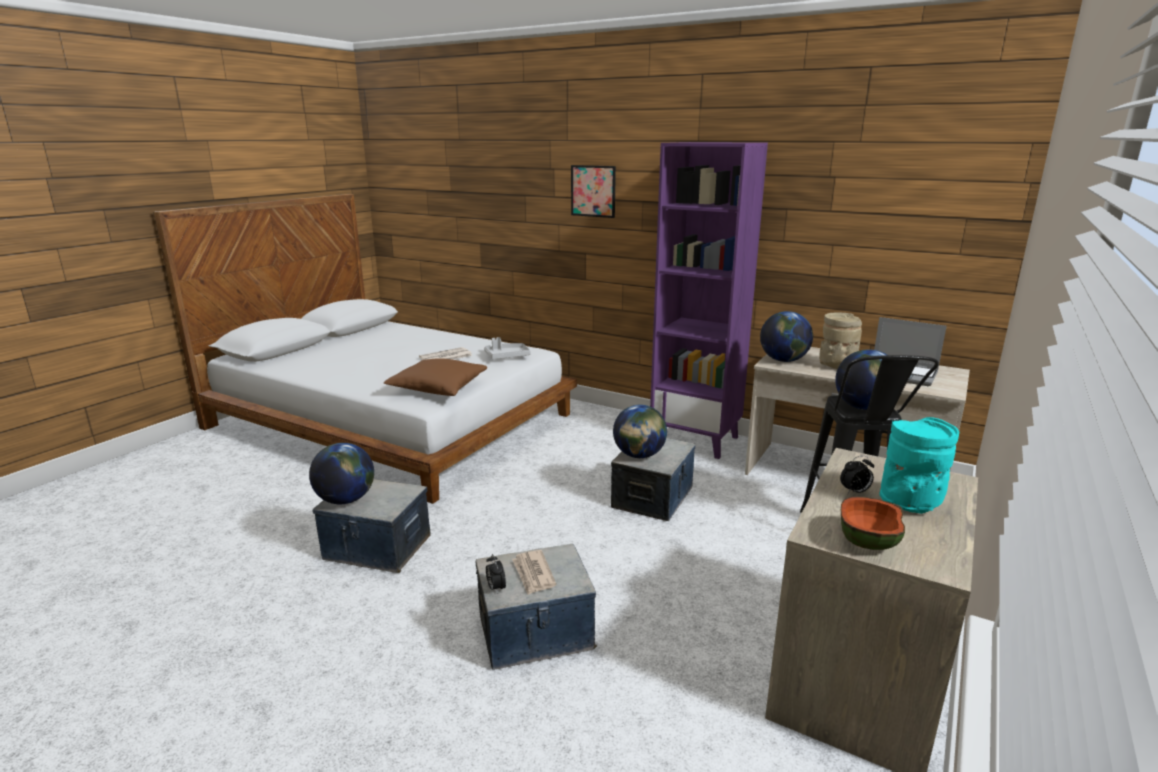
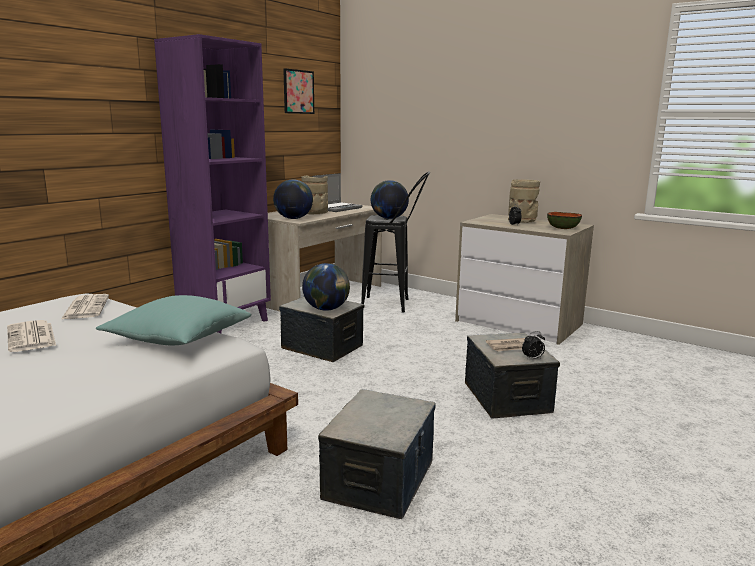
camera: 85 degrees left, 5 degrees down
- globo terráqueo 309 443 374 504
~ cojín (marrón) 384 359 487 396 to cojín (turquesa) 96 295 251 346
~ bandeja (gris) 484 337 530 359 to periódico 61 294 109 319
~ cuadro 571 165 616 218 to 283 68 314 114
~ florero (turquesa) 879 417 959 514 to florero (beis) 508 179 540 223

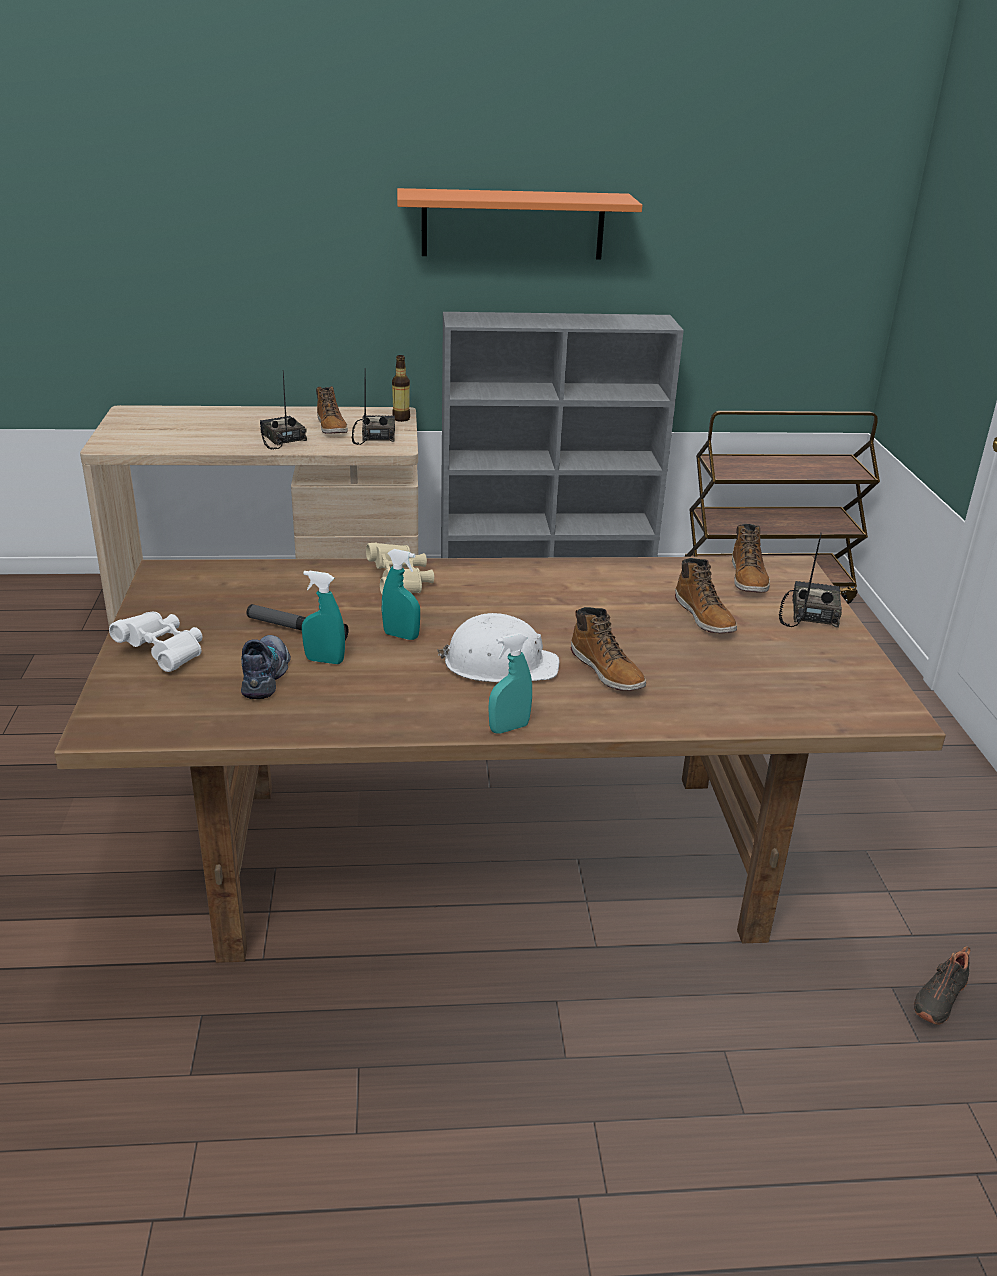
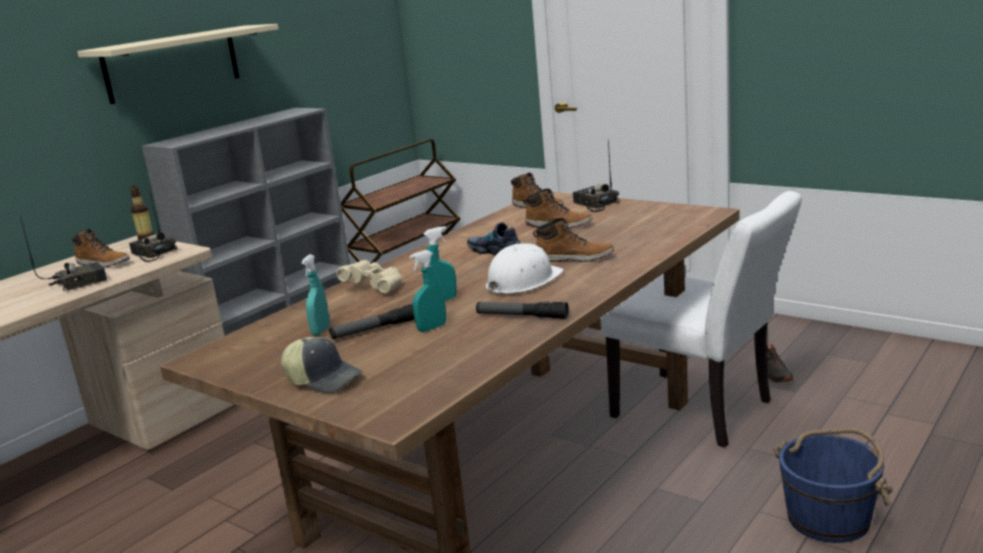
camera: 45 degrees left, 10 degrees down
~ prismáticos (blanco) 109 612 202 672 to gorra 281 337 362 393
~ zapato 241 635 291 699 to 467 222 521 255
~ radio 260 370 307 449 = 20 216 107 291 135 degrees clockwise
~ estante (naranja) 397 188 642 260 to estante (beis) 77 24 278 104
~ pulverizador (turquesa) 488 633 532 734 to 301 254 330 336
+ linterna 476 301 568 319
+ silla (blanco) 601 191 802 447
+ cubo (azul) 773 428 893 543

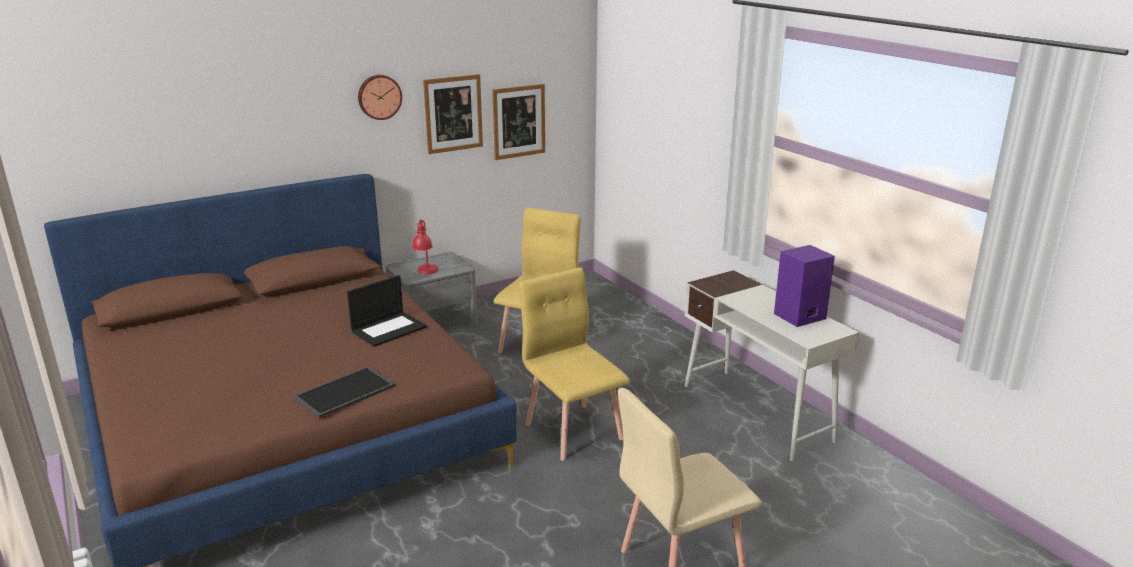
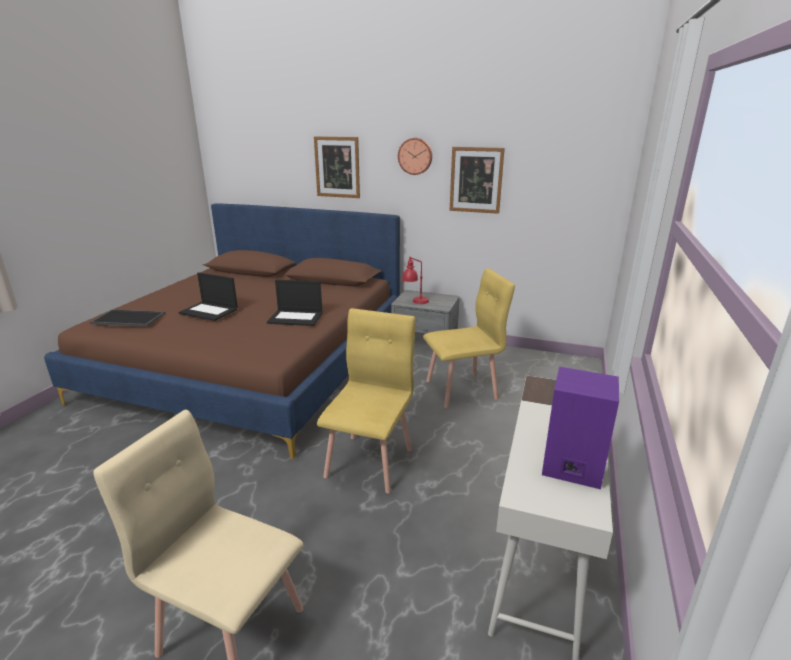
camera: 50 degrees right, 0 degrees up
~ bandeja 294 367 395 418 to 90 309 165 327
~ cuadro 492 84 545 160 to 314 136 360 198
+ portátil 179 272 238 321

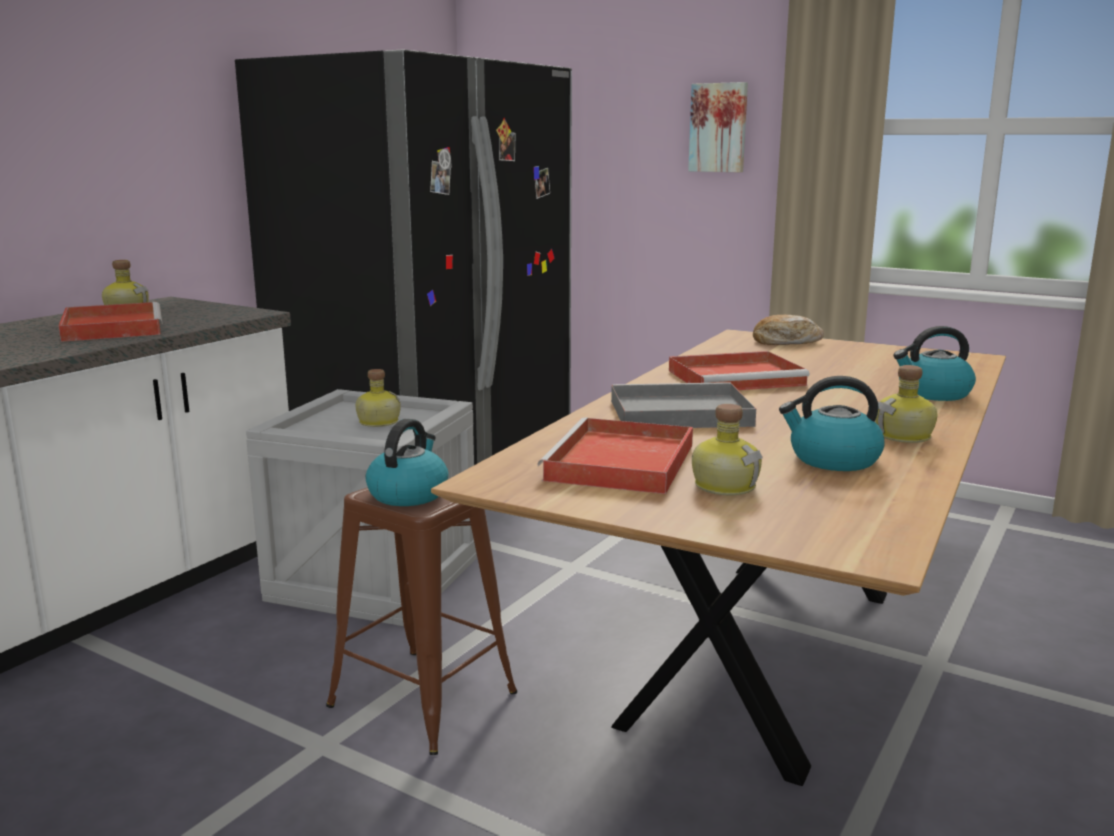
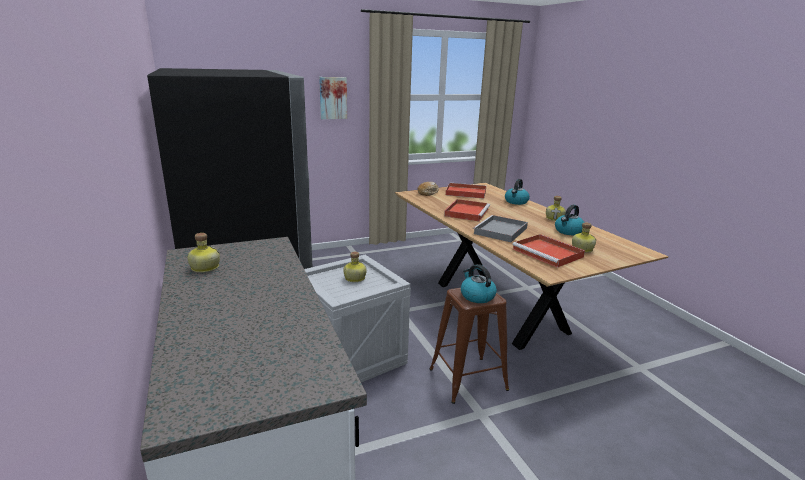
camera: 55 degrees left, 5 degrees up
~ bandeja (rojo) 59 302 163 342 to 446 183 486 199

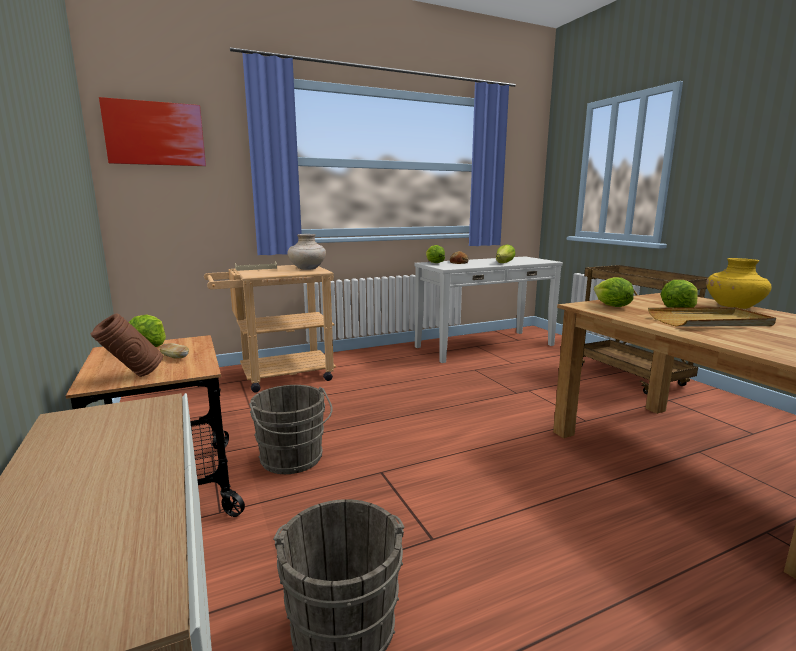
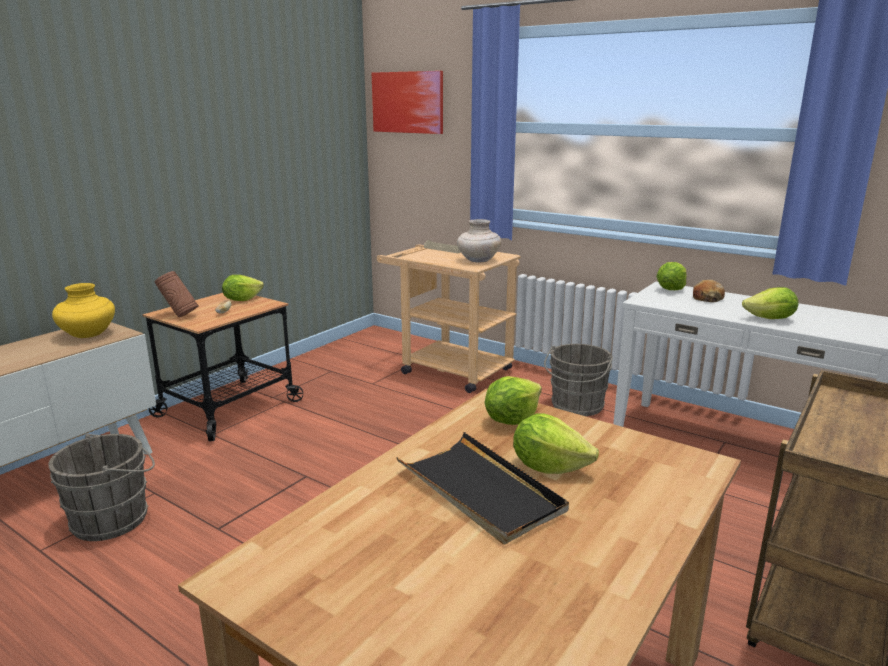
camera: 60 degrees right, 5 degrees up
~ cubo (gris) 249 385 332 474 to 544 344 613 416
~ bandeja (beis) 648 307 776 327 to bandeja (negro) 397 432 569 544
~ florero (amarillo) 706 258 772 309 to 52 283 115 338

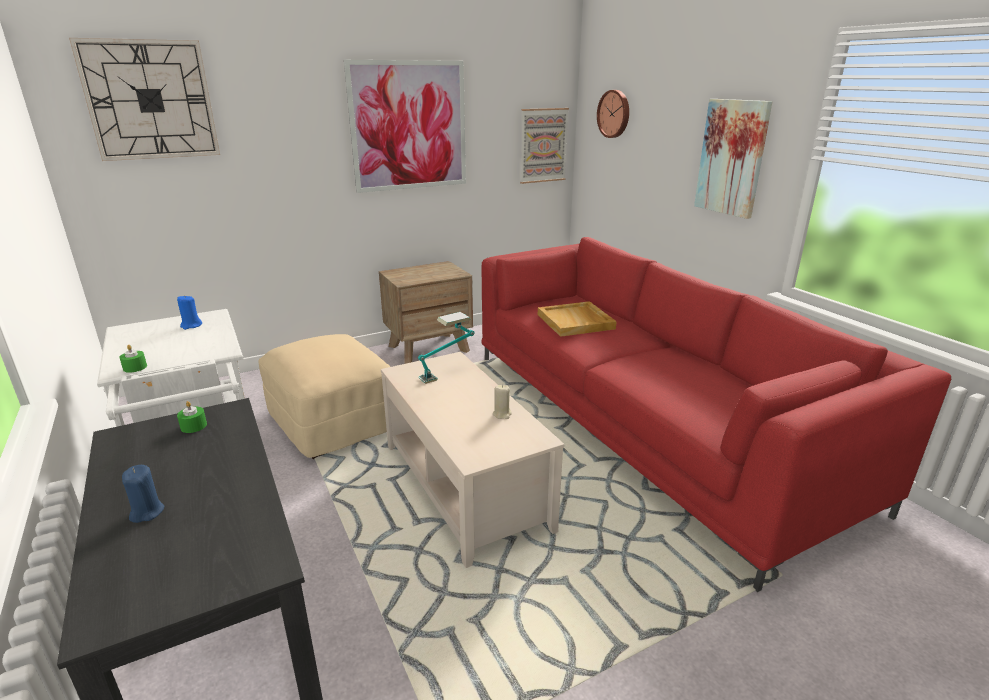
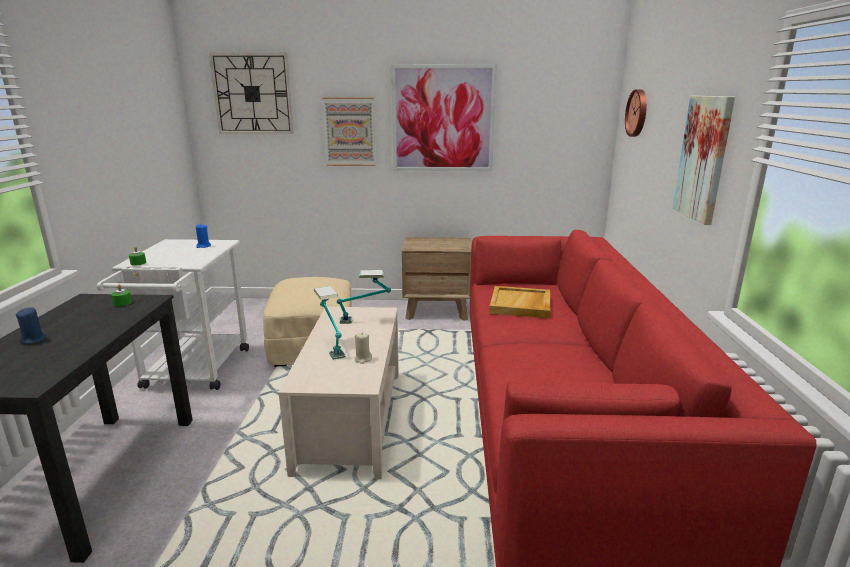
camera: 30 degrees right, 5 degrees down
~ cuadro 520 108 569 184 to 322 97 376 166
+ lámpara de mesa 314 286 346 360

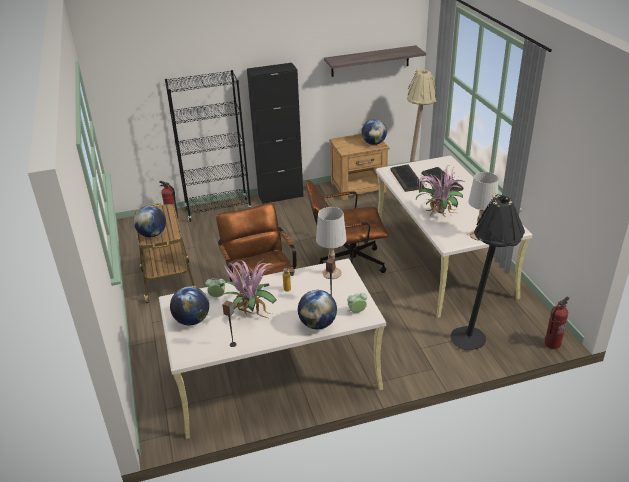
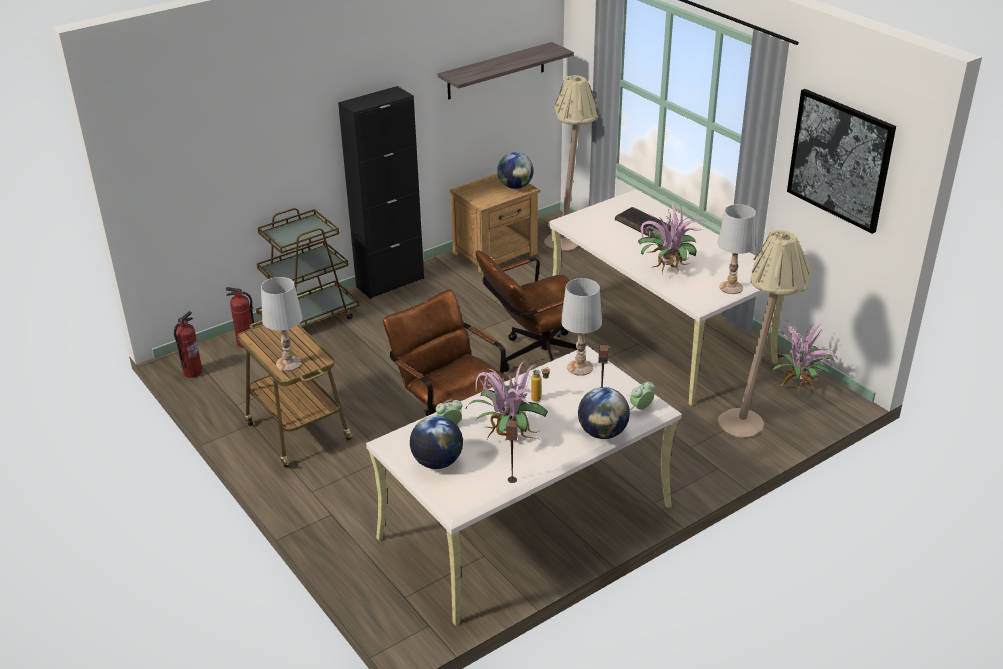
camera: 20 degrees left, 0 degrees up
~ globo terráqueo 134 206 166 237 to lámpara de mesa (blanco) 261 277 302 371
~ estantería (negro) 165 70 252 222 to carrito (marrón) 256 208 360 337
- teclado 390 165 424 192
~ lámpara de pie (negro) 451 194 525 350 to lámpara de pie (beis) 718 230 811 438
~ extintor 545 297 569 349 to 174 311 202 378
+ planta en maceta 772 321 838 396
+ cuadro 787 89 896 234

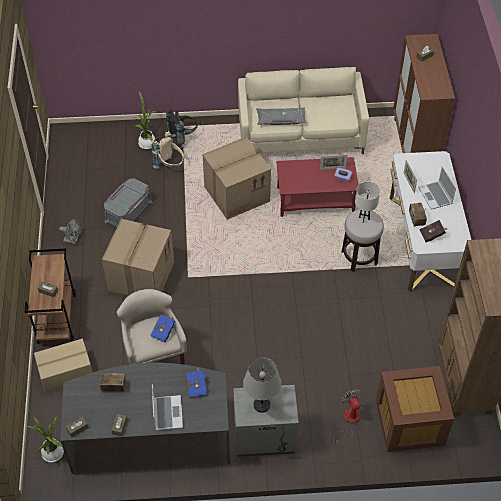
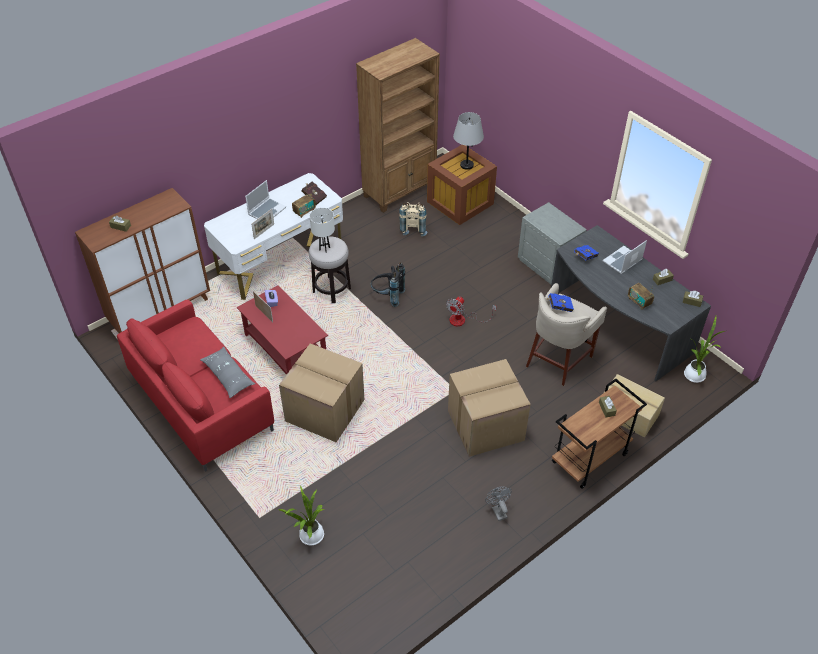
camera: 125 degrees left, 5 degrees down
- caja de almacenaje (gris) 104 178 153 227
~ mochila (beis) 151 130 184 169 to 399 202 427 237
~ mochila (negro) 166 109 198 148 to 370 262 405 307
~ sofá (beis) 238 67 369 154 to sofá (rojo) 117 300 274 472
~ lámpara de mesa (gris) 243 358 282 413 to 453 112 484 170
~ ventilador 334 389 361 444 to 446 296 496 326

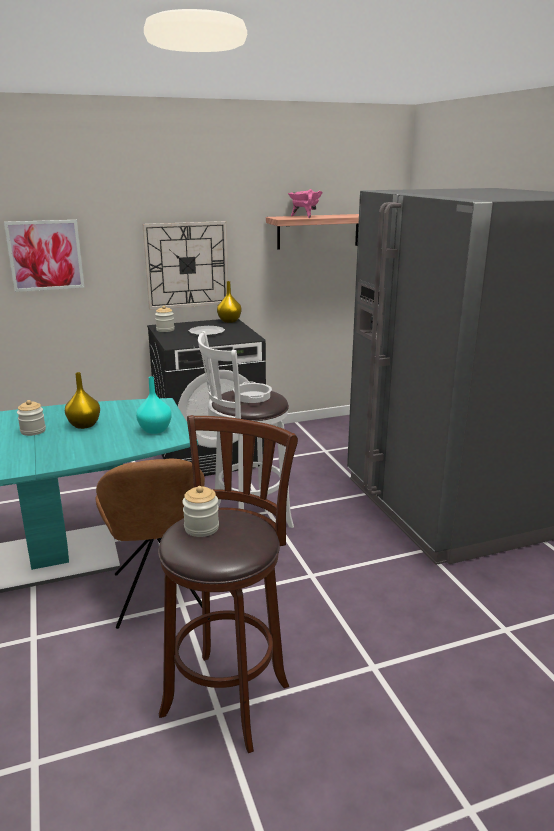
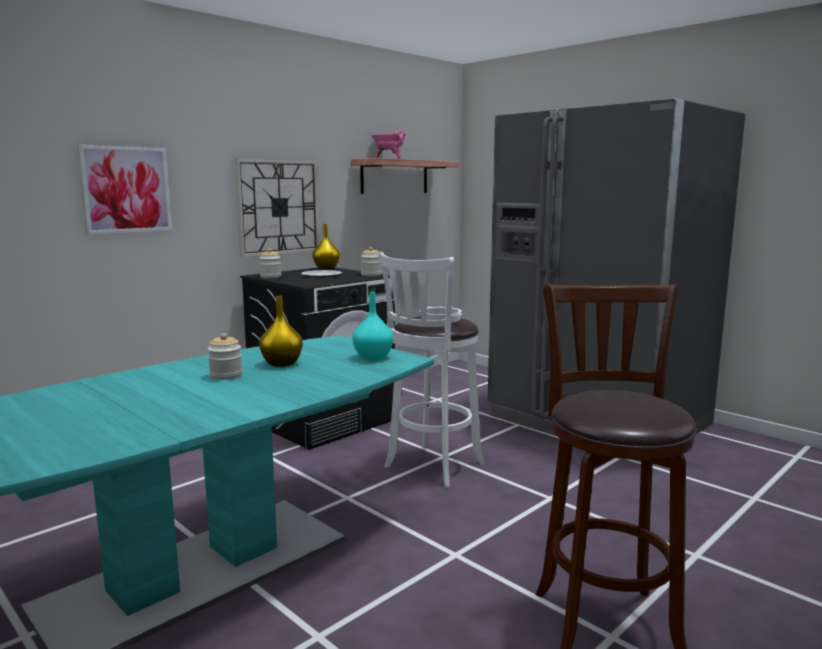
camera: 25 degrees left, 10 degrees down
- silla (marrón) 96 459 205 629
~ tarro 182 486 219 537 to 361 247 382 276

